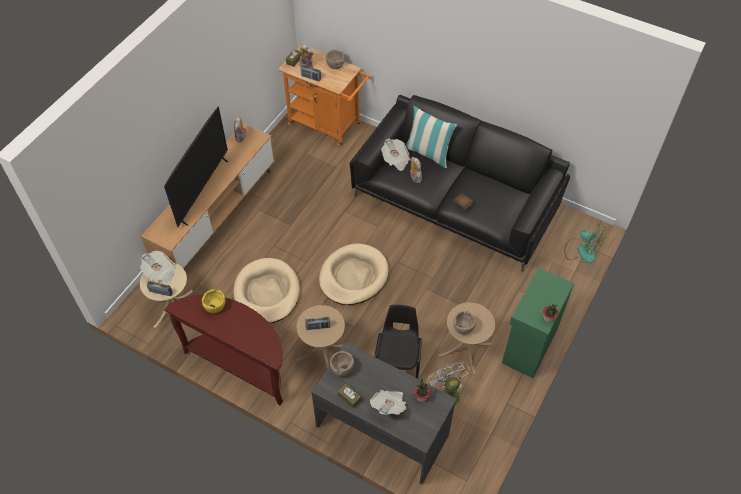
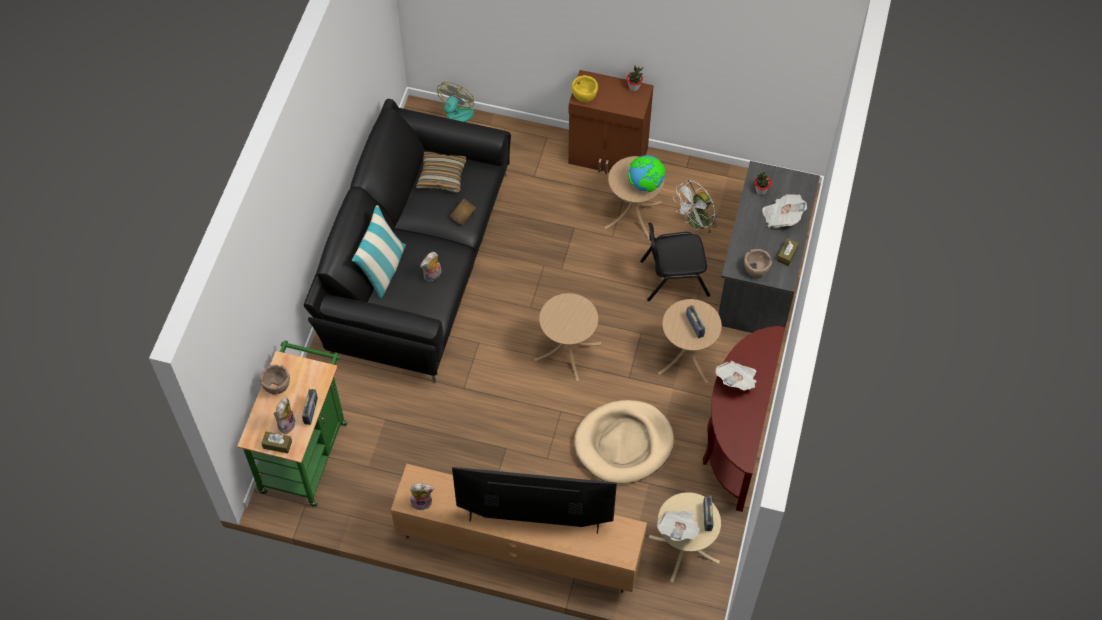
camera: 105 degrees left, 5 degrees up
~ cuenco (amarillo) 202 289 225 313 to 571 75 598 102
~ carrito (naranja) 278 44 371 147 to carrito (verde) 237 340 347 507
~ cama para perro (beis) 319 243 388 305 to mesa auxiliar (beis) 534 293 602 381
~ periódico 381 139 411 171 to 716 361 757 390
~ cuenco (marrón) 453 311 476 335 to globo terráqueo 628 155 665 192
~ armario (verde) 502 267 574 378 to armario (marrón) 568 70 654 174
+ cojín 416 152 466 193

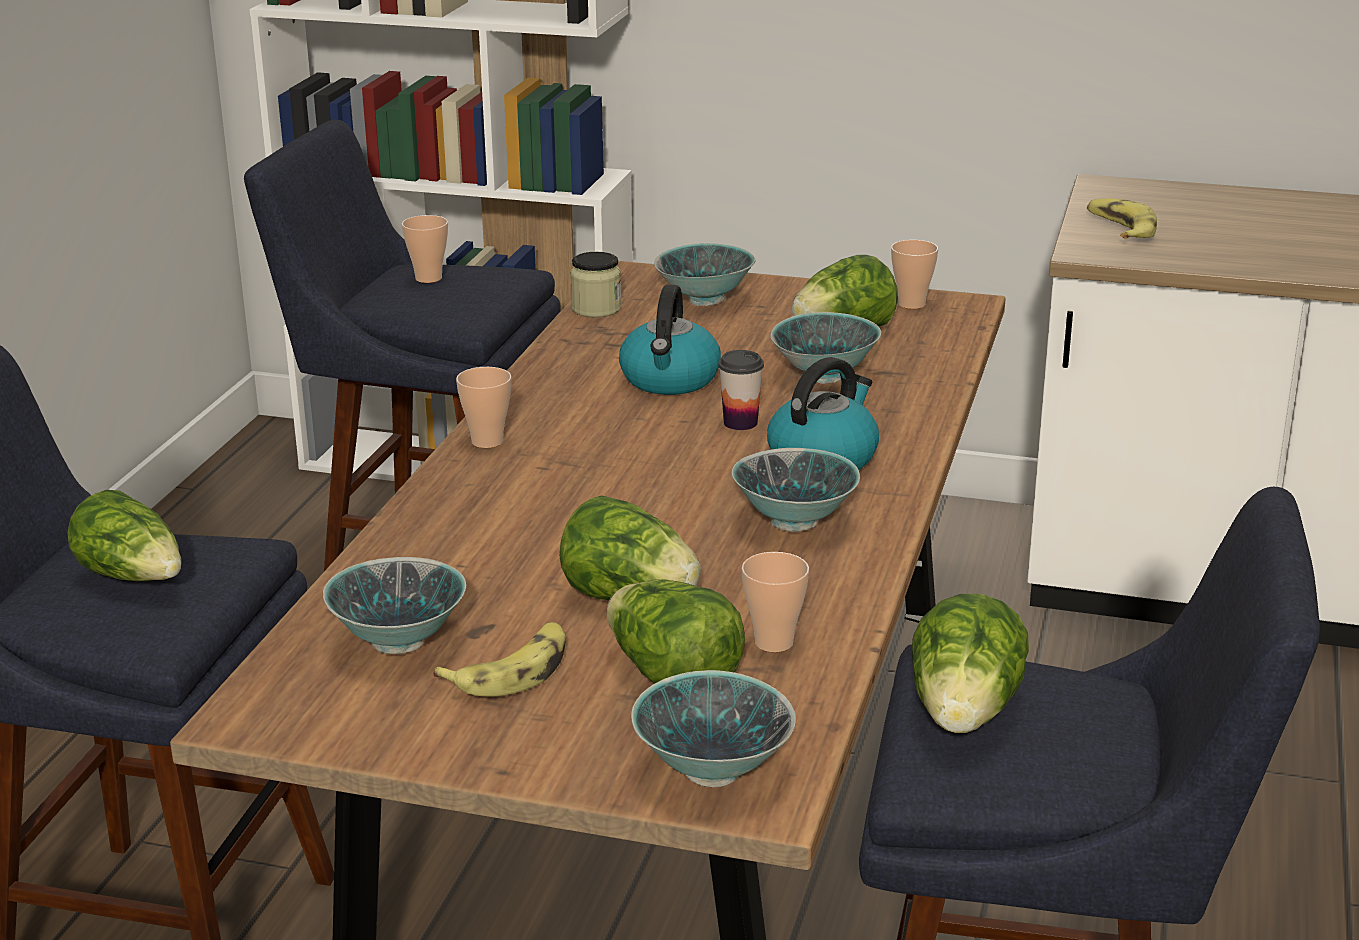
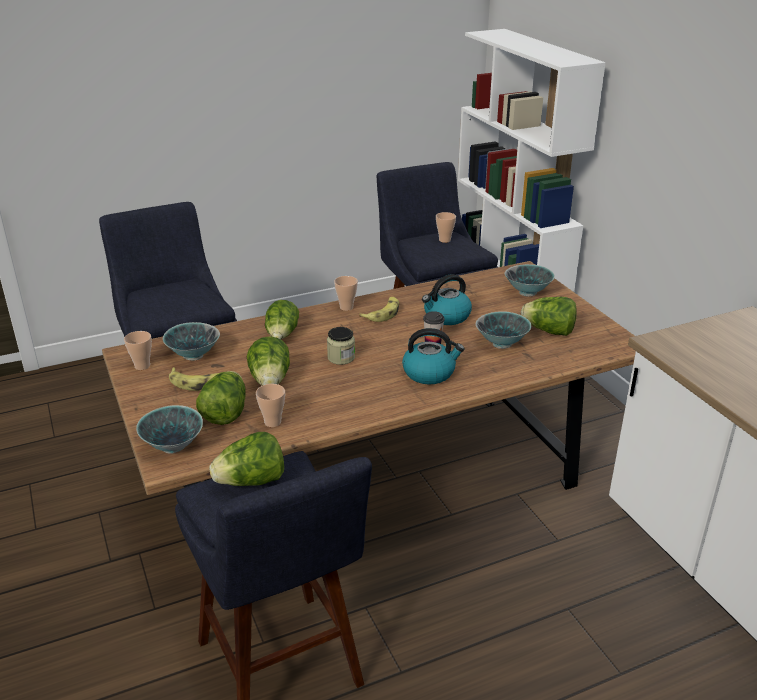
camera: 50 degrees right, 5 degrees up
~ lechuga 68 490 181 581 to 265 300 299 340
~ tarro 570 252 621 318 to 327 327 355 365
- cuenco 732 448 860 532
~ taza 891 240 938 309 to 124 331 152 370
~ plátano 1087 198 1157 239 to 359 297 399 322

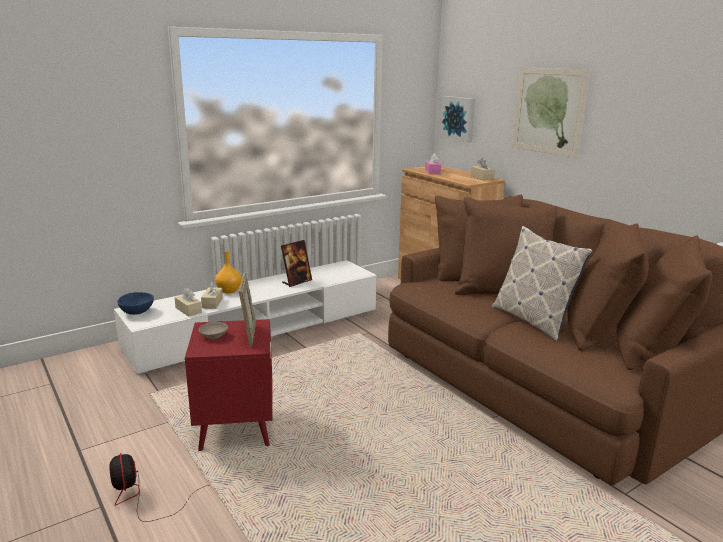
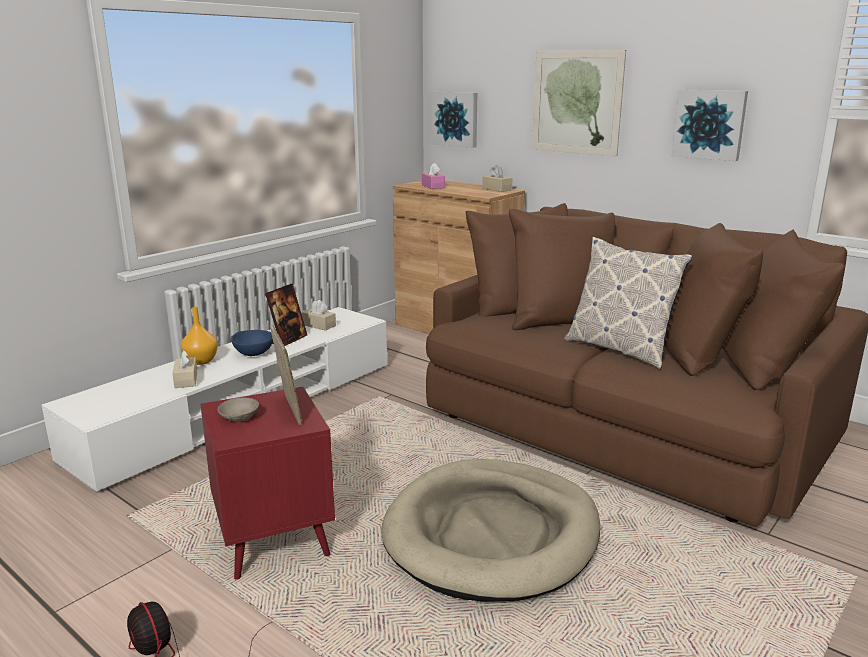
camera: 15 degrees left, 0 degrees up
~ cuenco (azul) 117 292 154 315 to 231 330 273 356
~ caja de pañuelos (beis) 175 288 202 317 to 301 300 336 331
+ cama para perro (beis) 381 459 600 602
+ cuadro 672 90 748 161

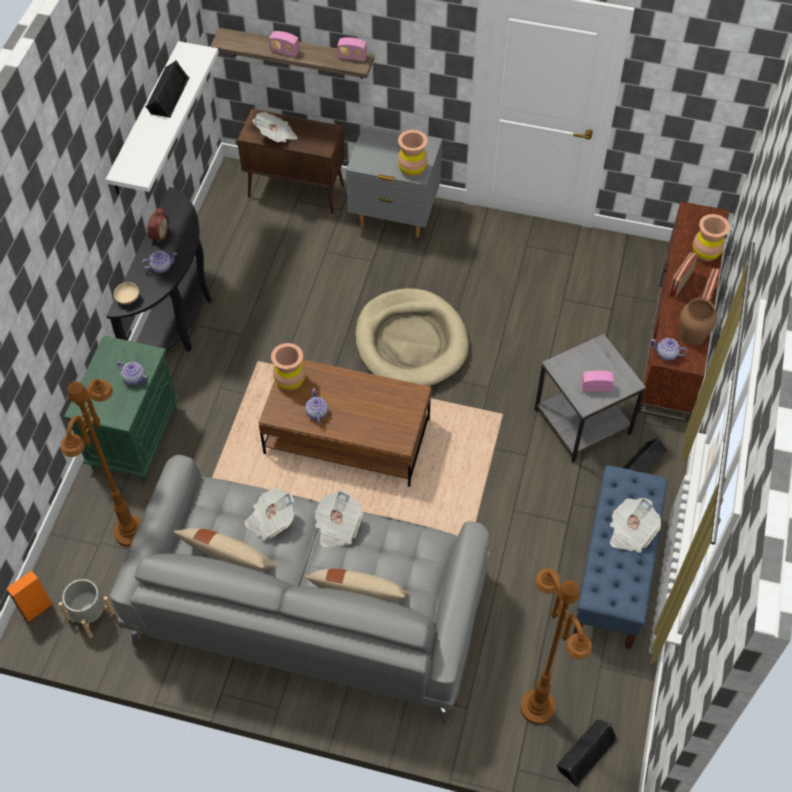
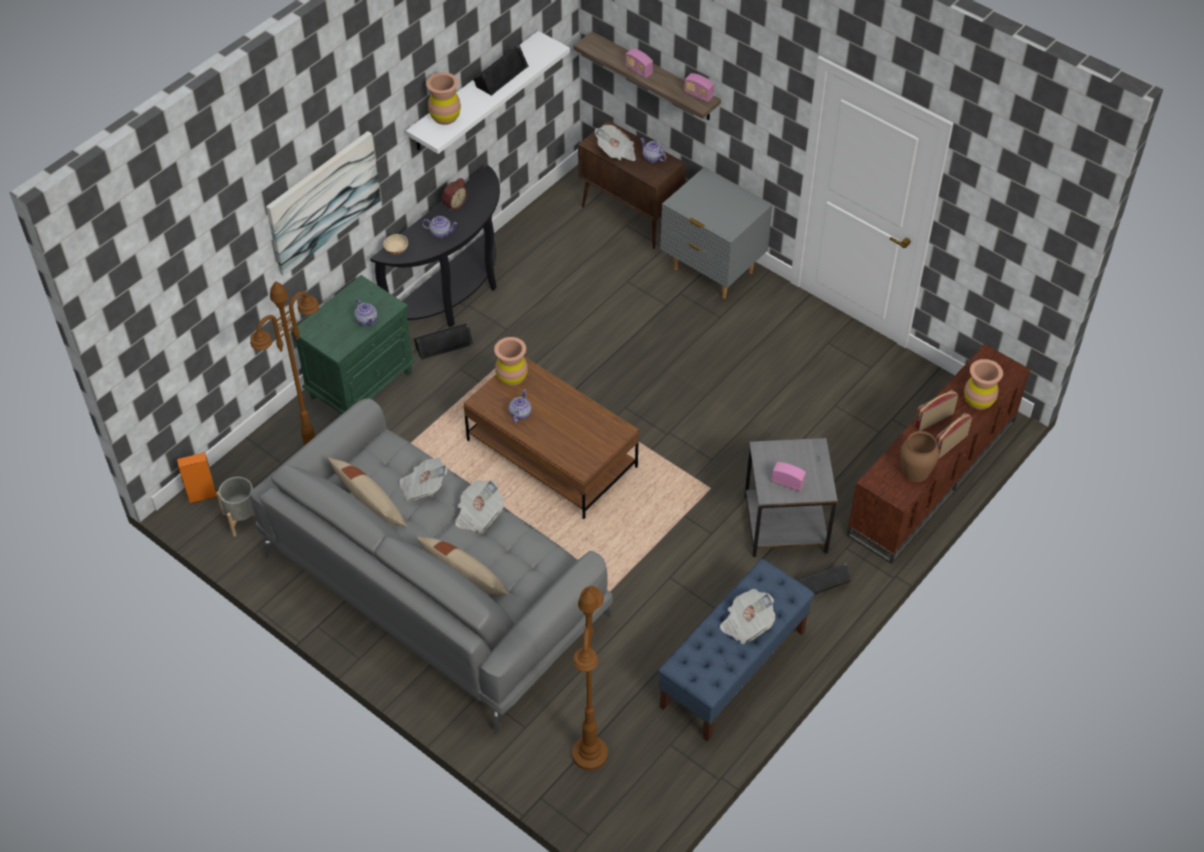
camera: 25 degrees right, 5 degrees down
- cama para perro (beis) 355 288 469 387
~ florero (marrón) 398 130 428 177 to 426 72 461 125
~ altavoz (negro) 556 718 617 787 to 414 323 473 360
~ tetera 651 338 687 361 to 641 138 666 162
+ cuadro 266 131 381 276

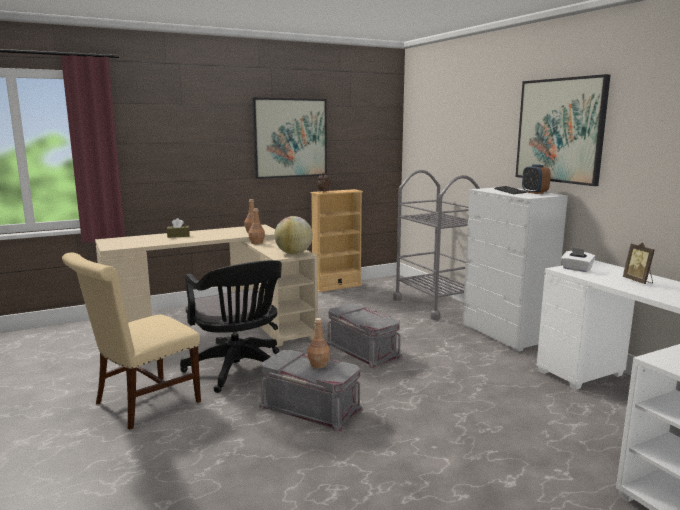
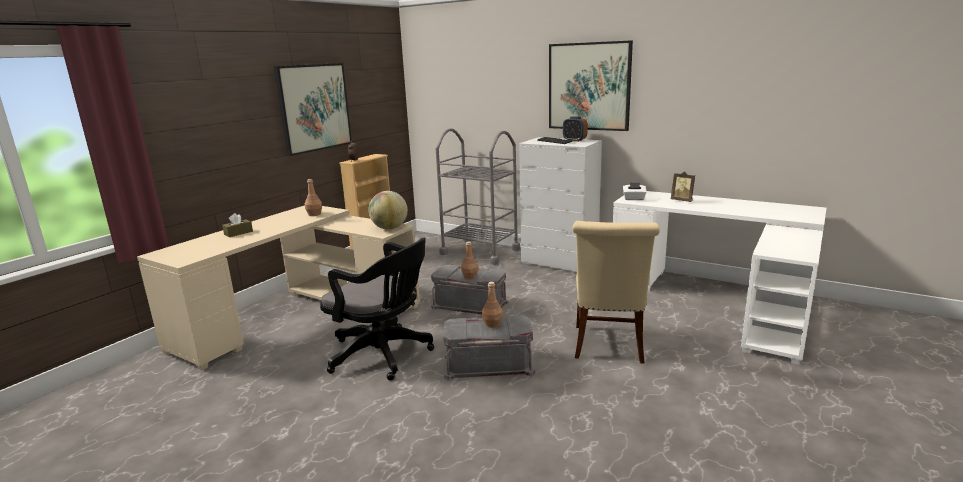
camera: 30 degrees left, 5 degrees up
~ silla (beis) 62 253 201 430 to 573 221 660 363
~ botella (marrón) 248 208 265 244 to 461 241 479 279

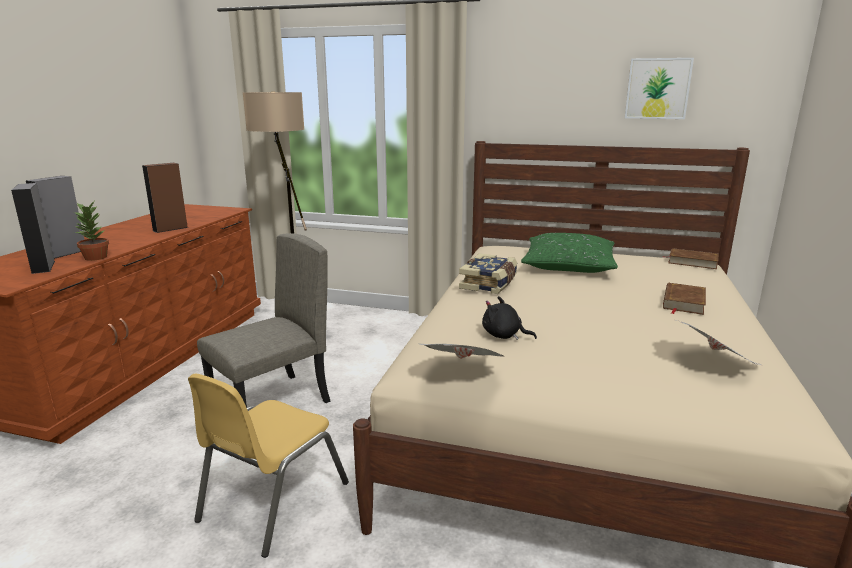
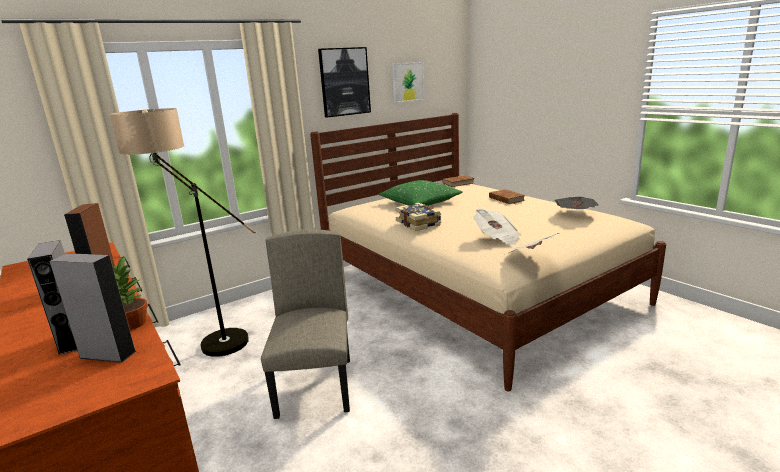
camera: 50 degrees left, 0 degrees up
- silla (amarillo) 188 374 349 558
~ peluche (negro) 482 296 537 340 to periódico 473 209 521 246
+ cuadro 318 47 371 118

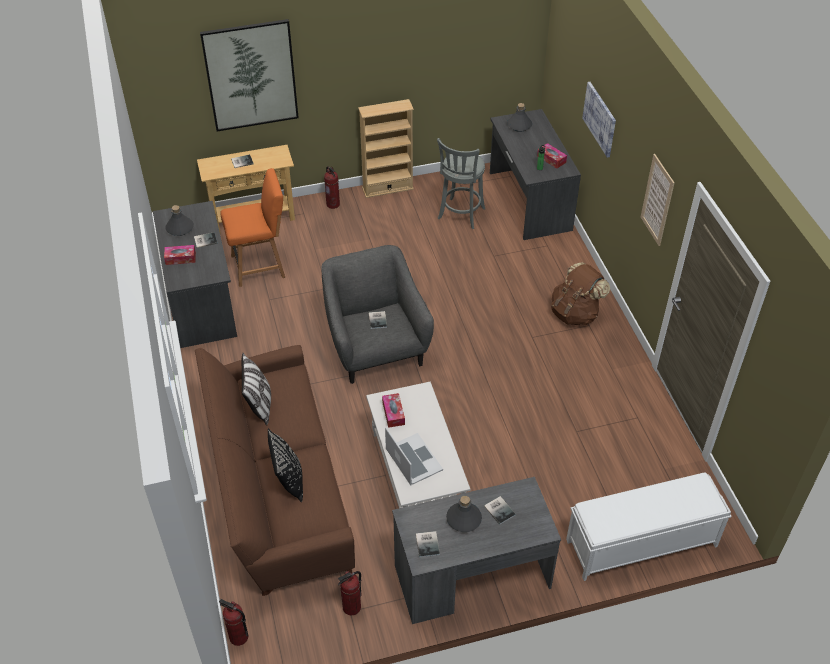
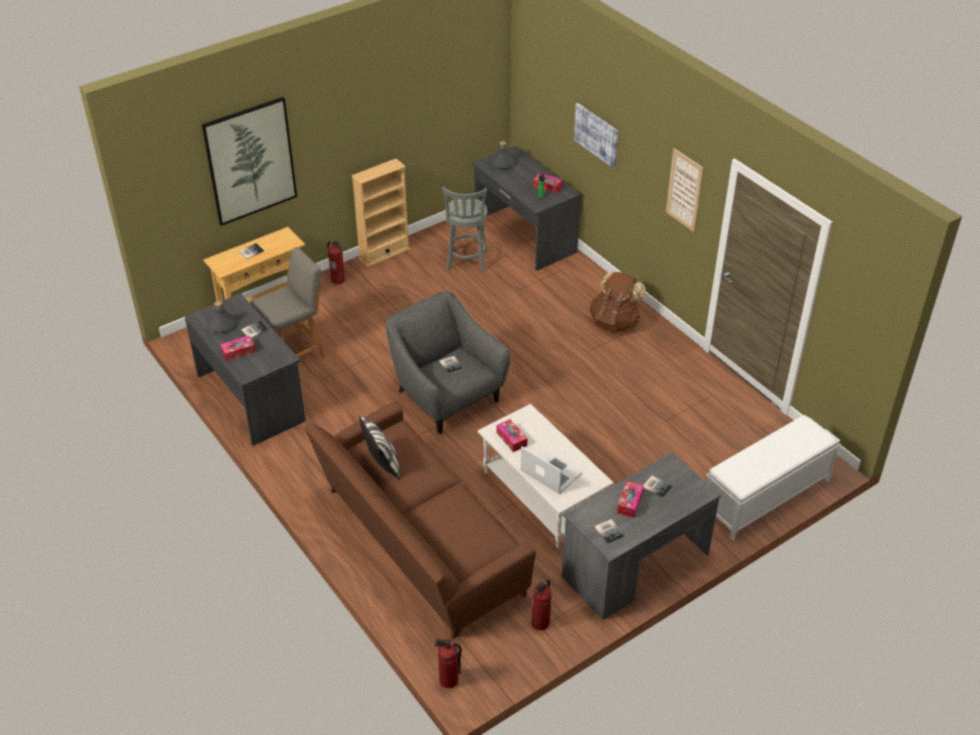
camera: 20 degrees left, 5 degrees down
~ silla (naranja) 220 168 285 287 to silla (gris) 250 247 325 358
- cojín (negro) 268 428 303 502
~ botella (gris) 446 496 482 532 to caja de pañuelos 617 481 644 518

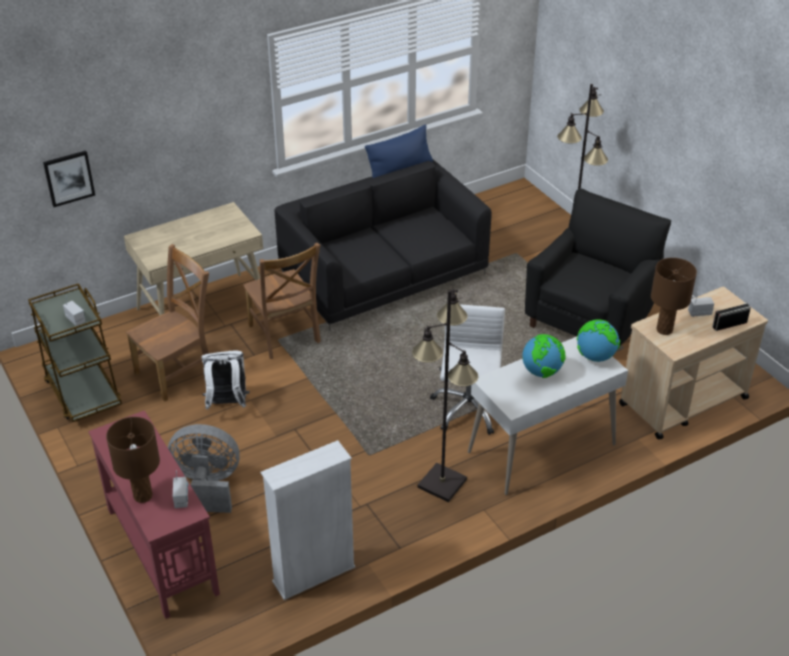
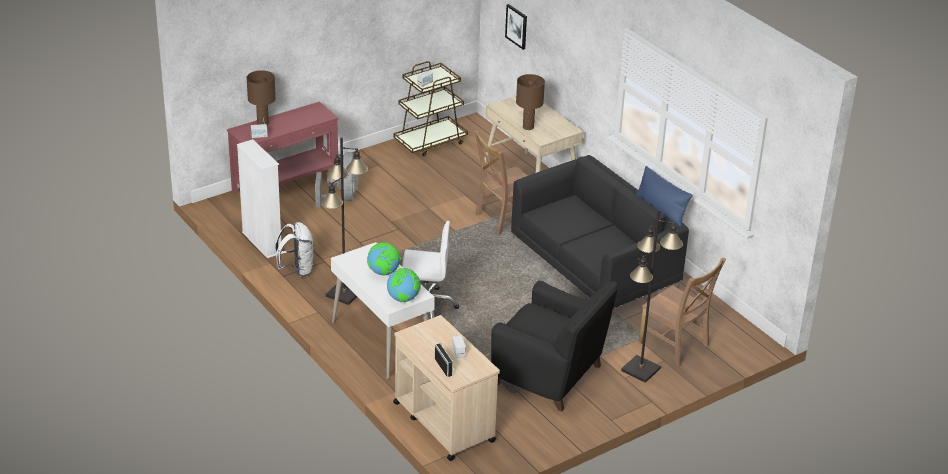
camera: 85 degrees right, 5 degrees down
~ silla (marrón) 126 244 209 402 to 639 257 726 366
~ mochila (blanco) 201 351 250 410 to 275 222 314 277
~ lámpara de mesa (marrón) 651 258 697 335 to 516 74 545 130

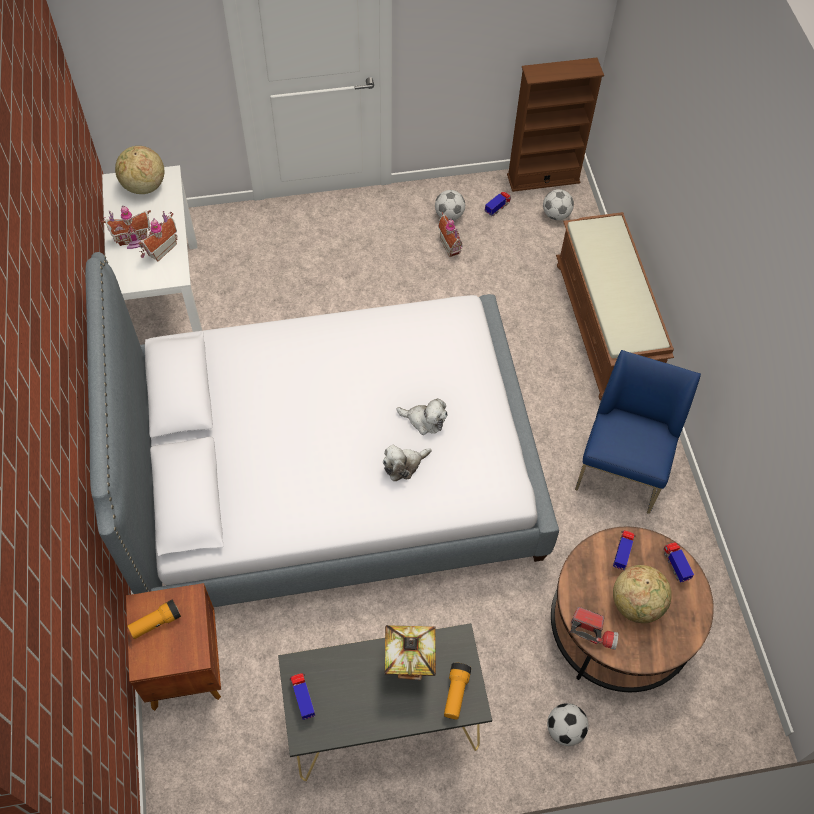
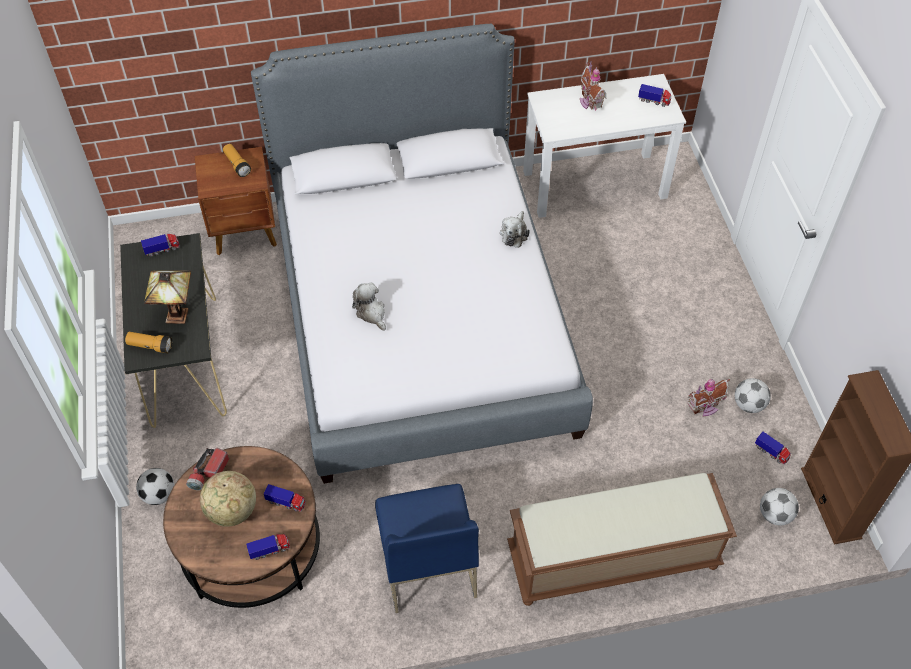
camera: 90 degrees right, 5 degrees down
~ globo terráqueo 115 146 164 194 to camión de juguete 638 84 671 107
- casita 138 211 178 262
~ peluche 397 398 447 435 to 500 211 530 248
~ silla (azul) 575 350 701 514 = 375 484 479 613 60 degrees clockwise

